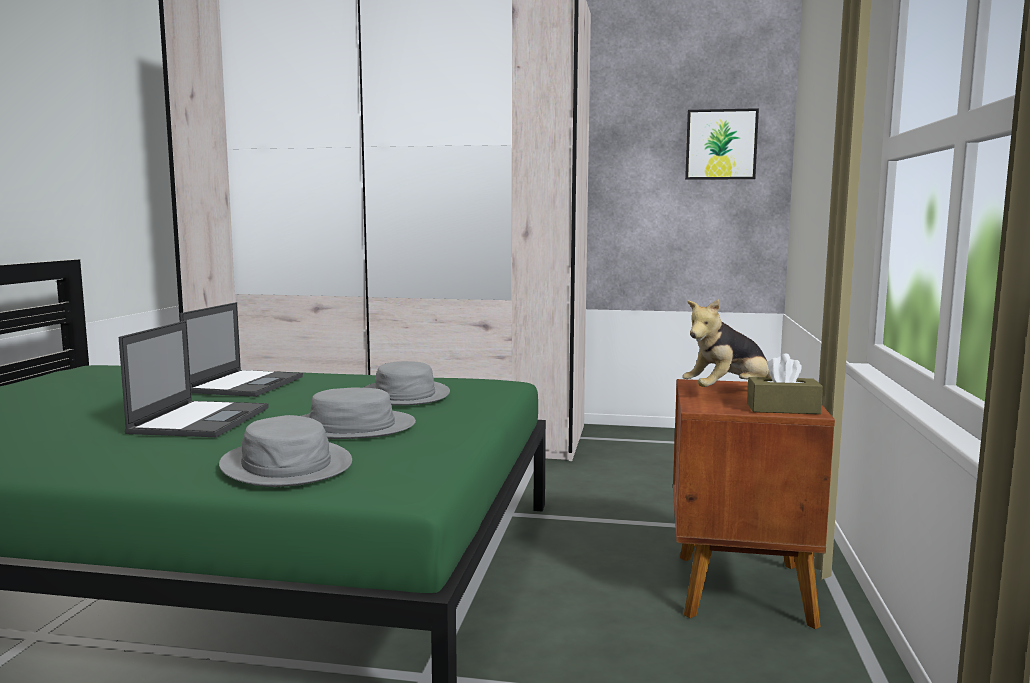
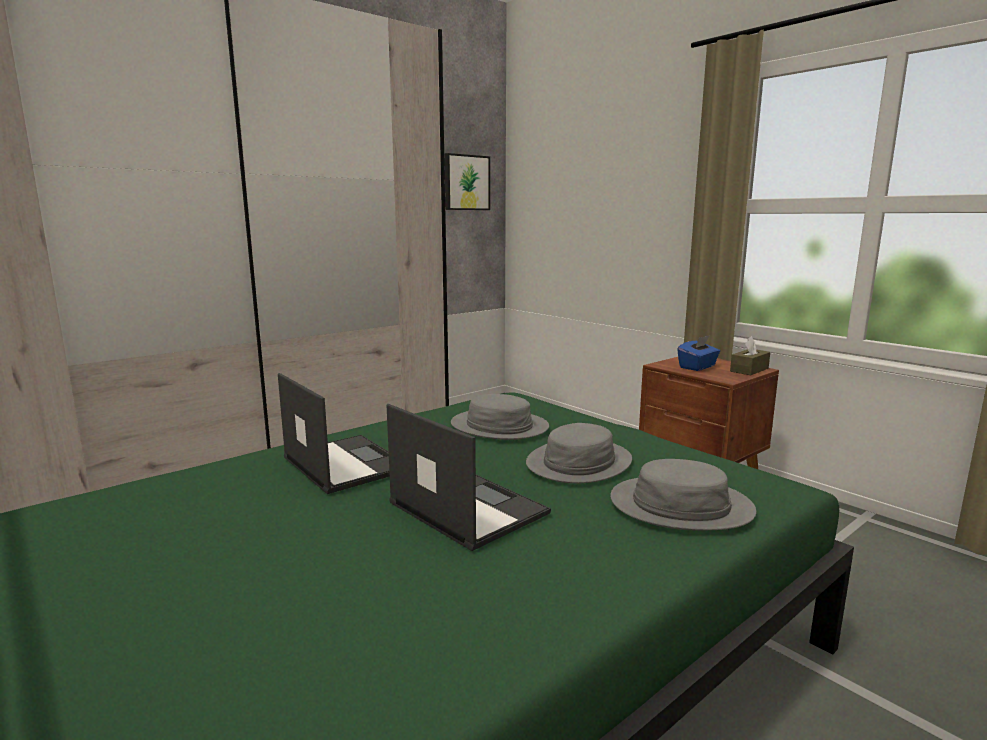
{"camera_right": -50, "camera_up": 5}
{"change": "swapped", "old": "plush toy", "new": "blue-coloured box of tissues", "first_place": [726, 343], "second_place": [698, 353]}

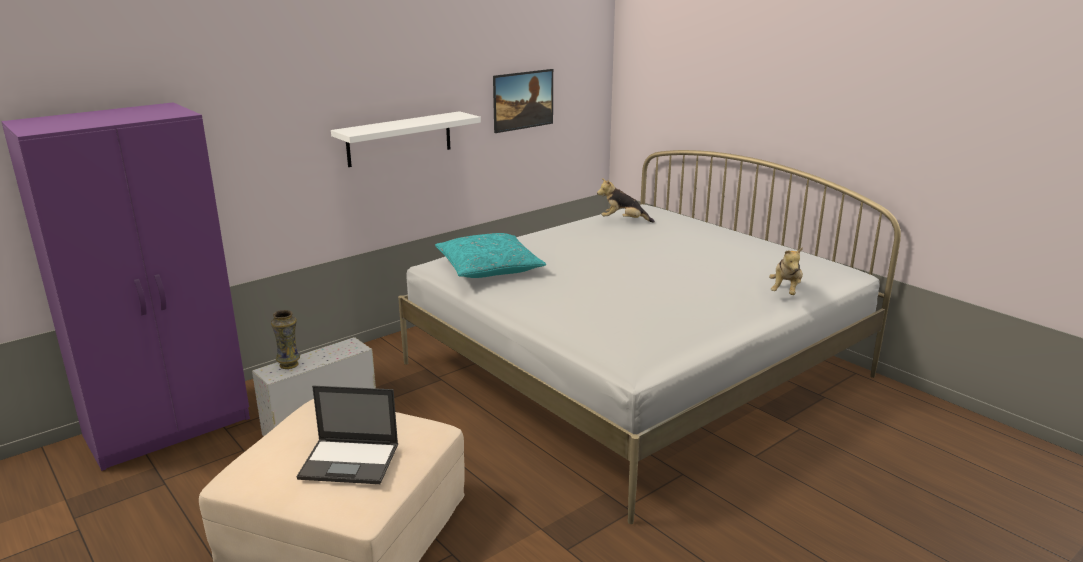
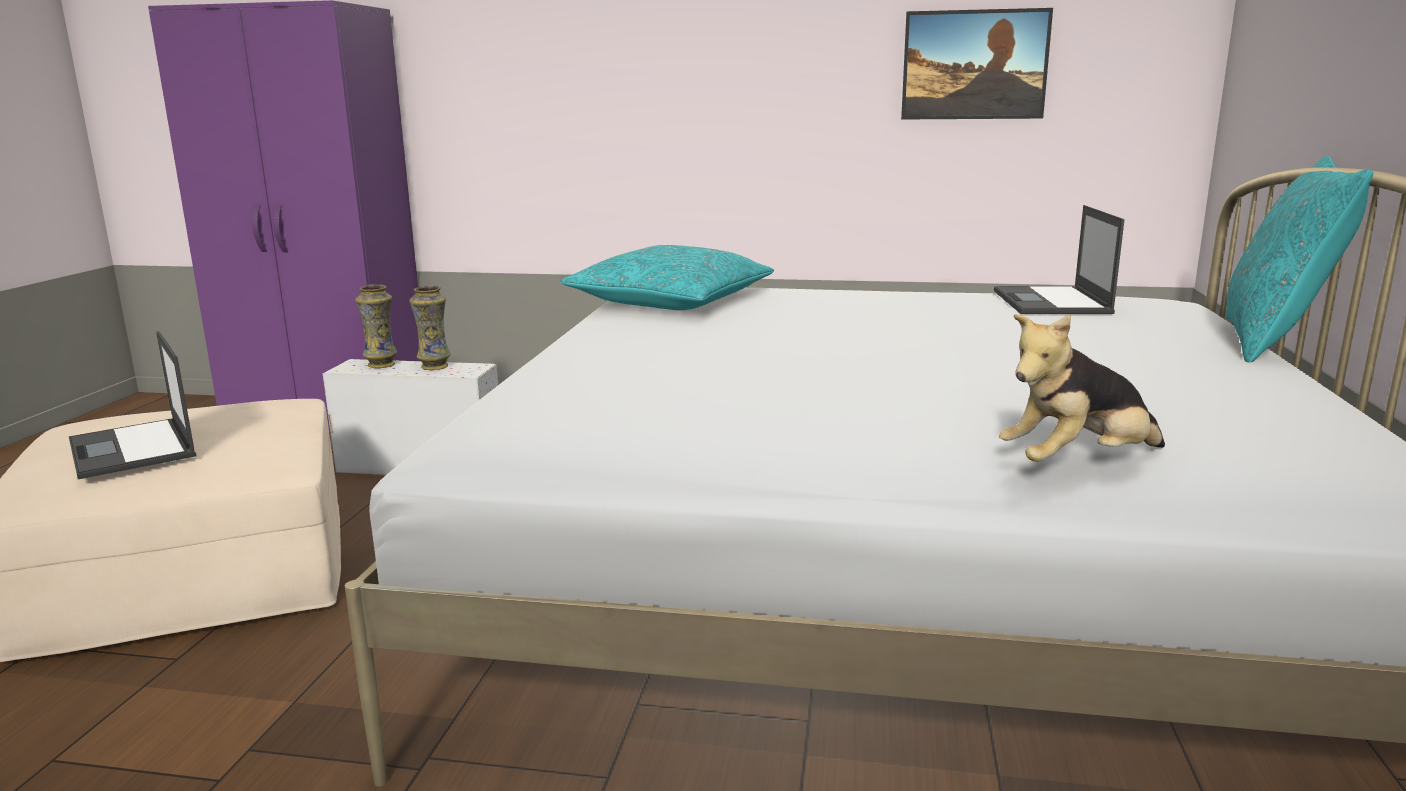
{"camera_right": 50, "camera_up": -5}
{"change": "gone", "old": "whitish bracket shelf", "first_place": [406, 139]}
{"change": "swapped", "old": "plush toy", "new": "portable computer", "first_place": [626, 200], "second_place": [1059, 259]}
{"change": "new", "new": "decorative vase", "second_place": [430, 328]}
{"change": "new", "new": "turquoise throw pillow", "second_place": [1299, 259]}

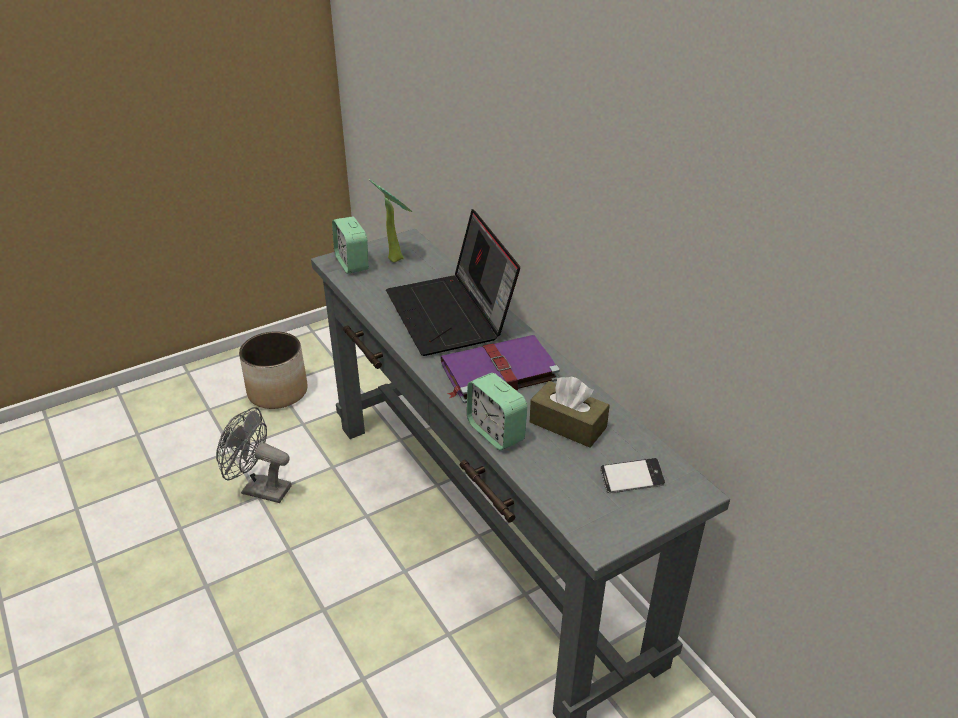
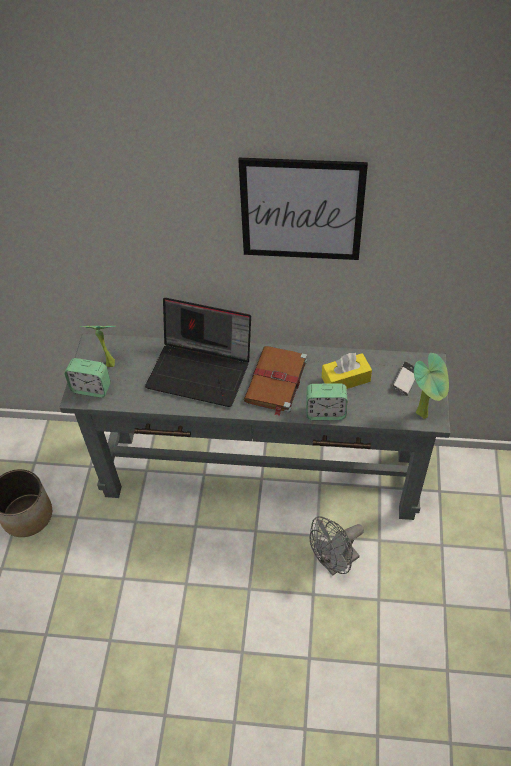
{"camera_right": -50, "camera_up": 15}
{"change": "shifted", "old": "greyish electric fan", "first_place": [253, 455], "second_place": [336, 546]}
{"change": "repainted", "old": "purple book", "new": "brownish book", "first_place": [500, 369], "second_place": [275, 381]}
{"change": "repainted", "old": "brownish box of tissues", "new": "yellowish box of tissues", "first_place": [570, 412], "second_place": [347, 371]}
{"change": "new", "new": "wall picture", "second_place": [303, 209]}
{"change": "new", "new": "potted plant", "second_place": [431, 386]}

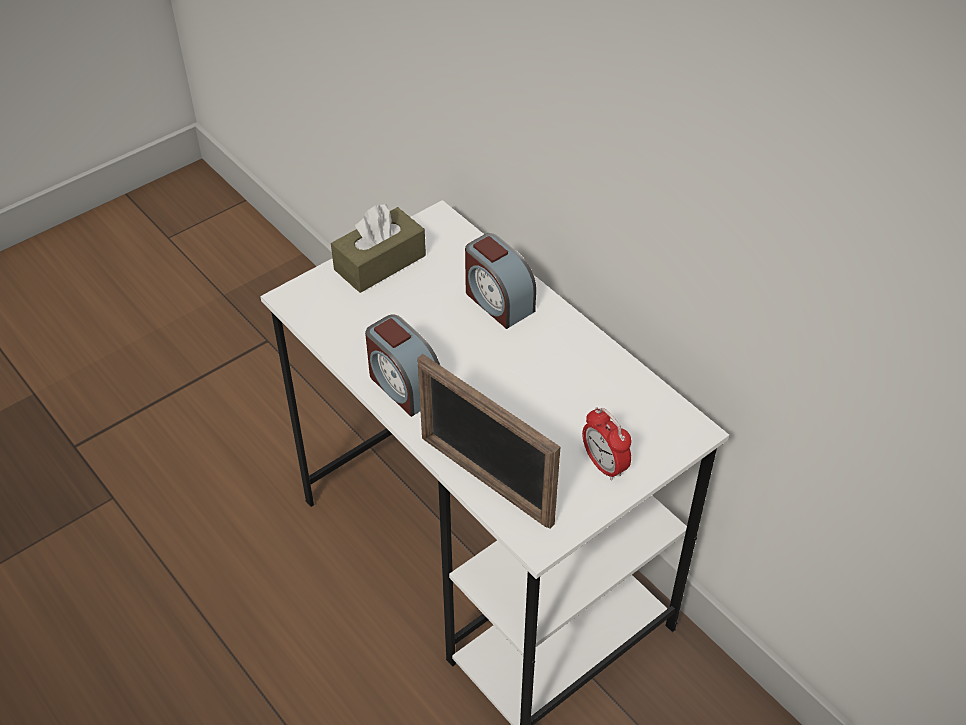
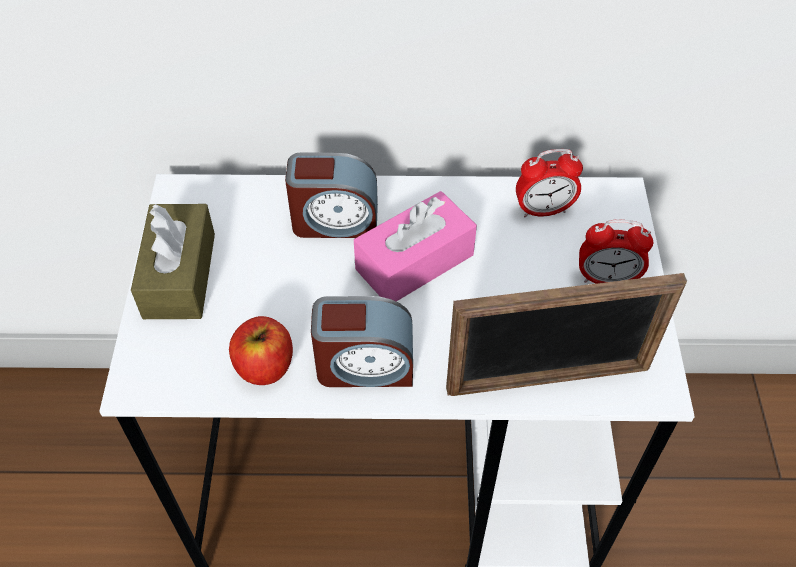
{"camera_right": -50, "camera_up": 5}
{"change": "new", "new": "apple", "second_place": [261, 350]}
{"change": "new", "new": "pink-coloured box of tissues", "second_place": [415, 246]}
{"change": "new", "new": "alarm clock", "second_place": [549, 183]}

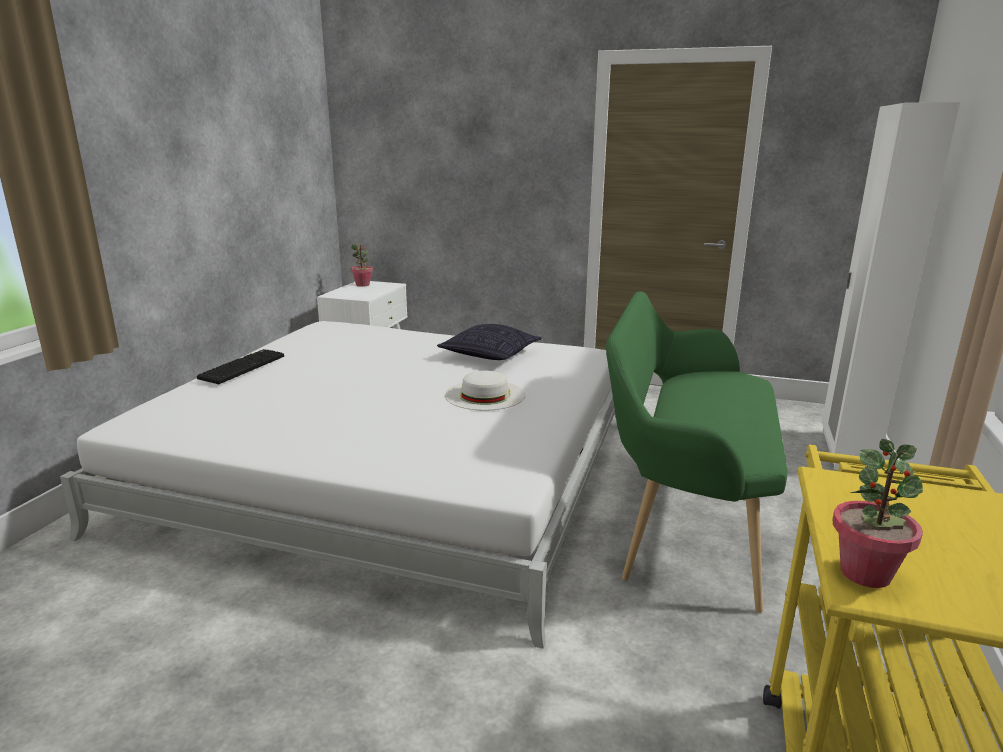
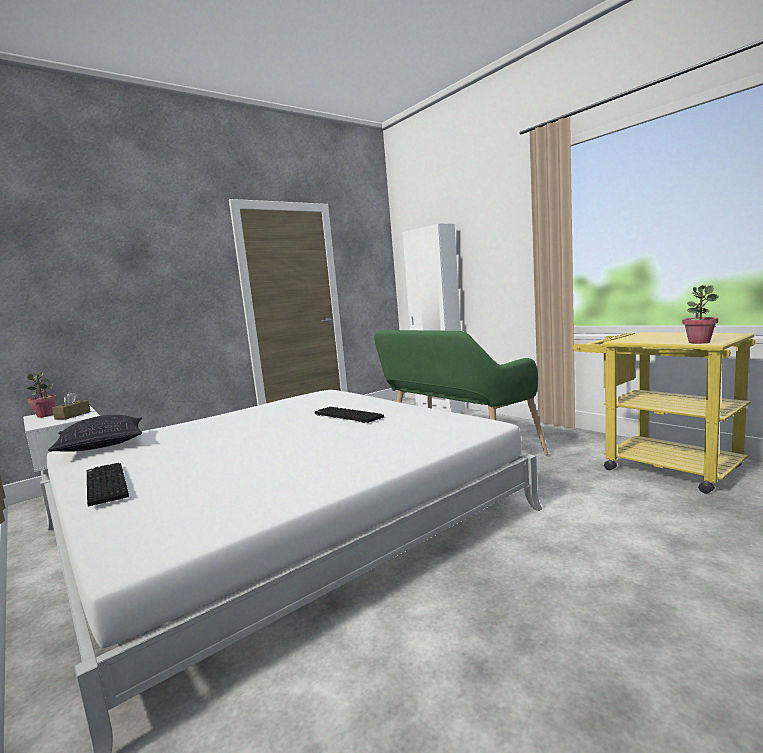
{"camera_right": -55, "camera_up": -10}
{"change": "shifted", "old": "throw pillow", "first_place": [489, 342], "second_place": [95, 433]}
{"change": "swapped", "old": "whitish wearable hat", "new": "keyboard", "first_place": [485, 391], "second_place": [349, 415]}
{"change": "new", "new": "brownish box of tissues", "second_place": [71, 406]}

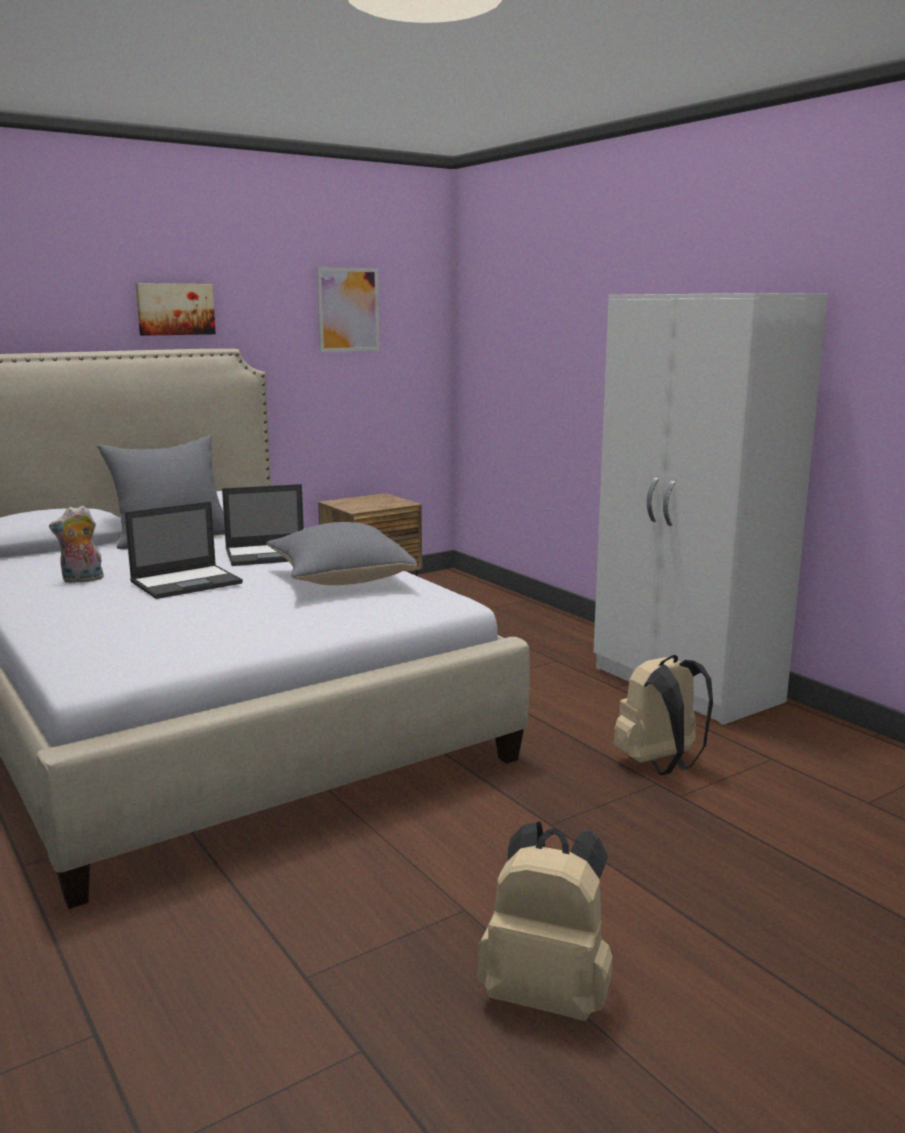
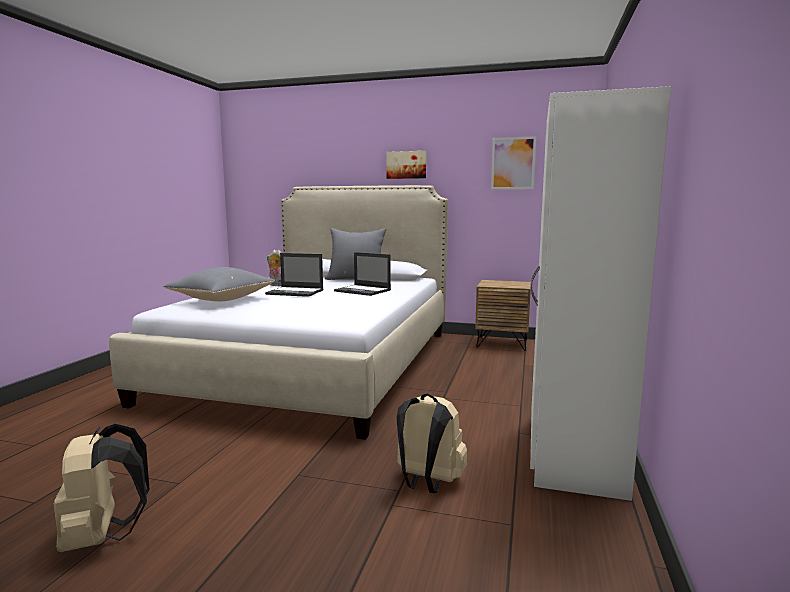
{"camera_right": 50, "camera_up": -5}
{"change": "shifted", "old": "greyish throw pillow", "first_place": [341, 553], "second_place": [219, 284]}

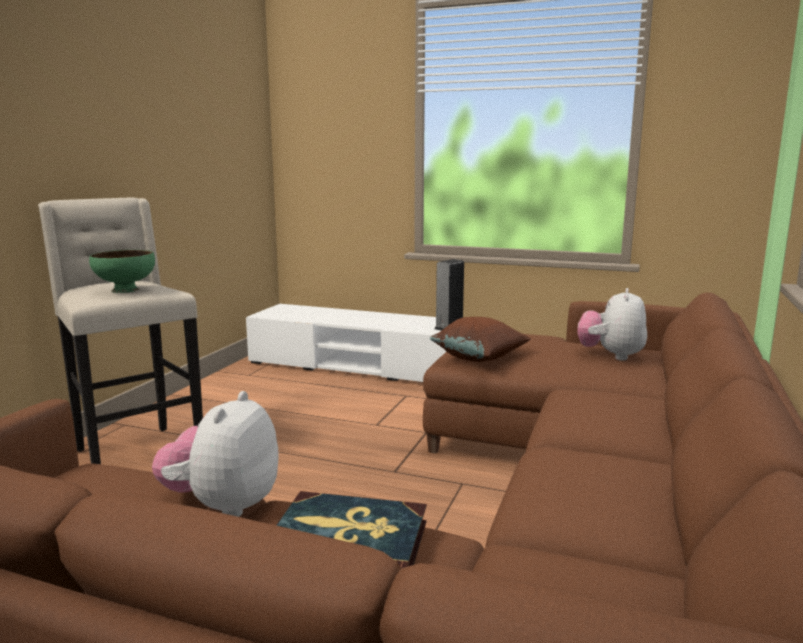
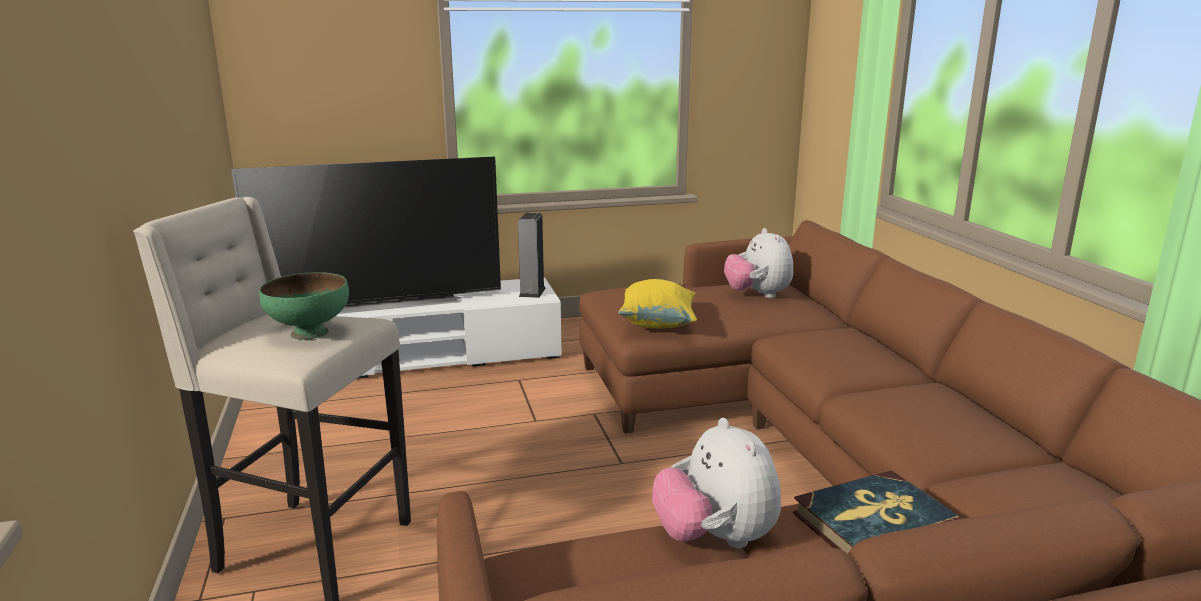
{"camera_right": -35, "camera_up": 5}
{"change": "repainted", "old": "brownish throw pillow", "new": "yellowish throw pillow", "first_place": [480, 339], "second_place": [657, 303]}
{"change": "new", "new": "TV", "second_place": [366, 235]}

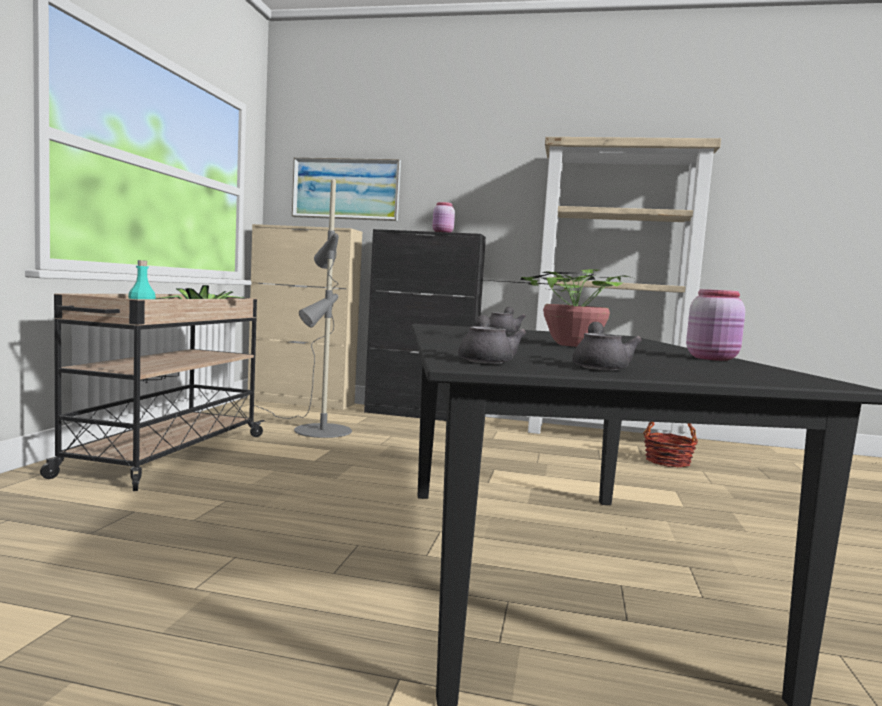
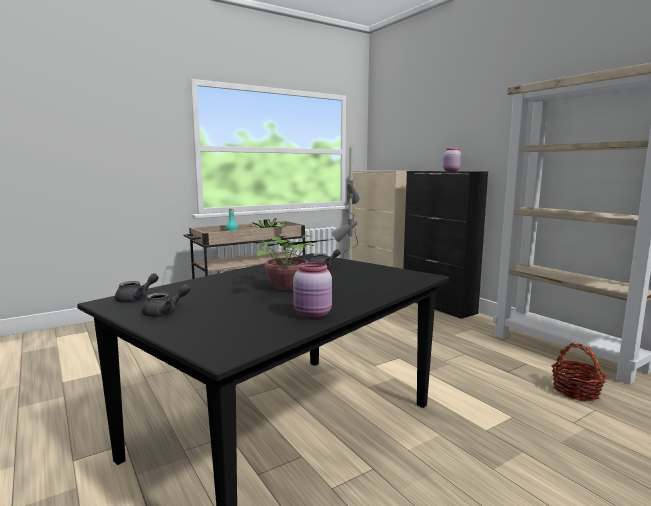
{"camera_right": 45, "camera_up": 5}
{"change": "gone", "old": "wall picture", "first_place": [346, 189]}

